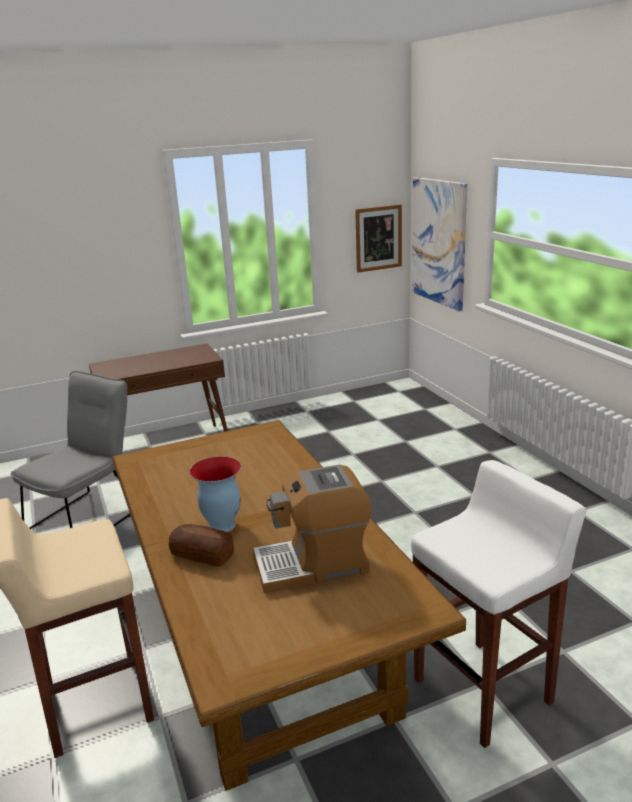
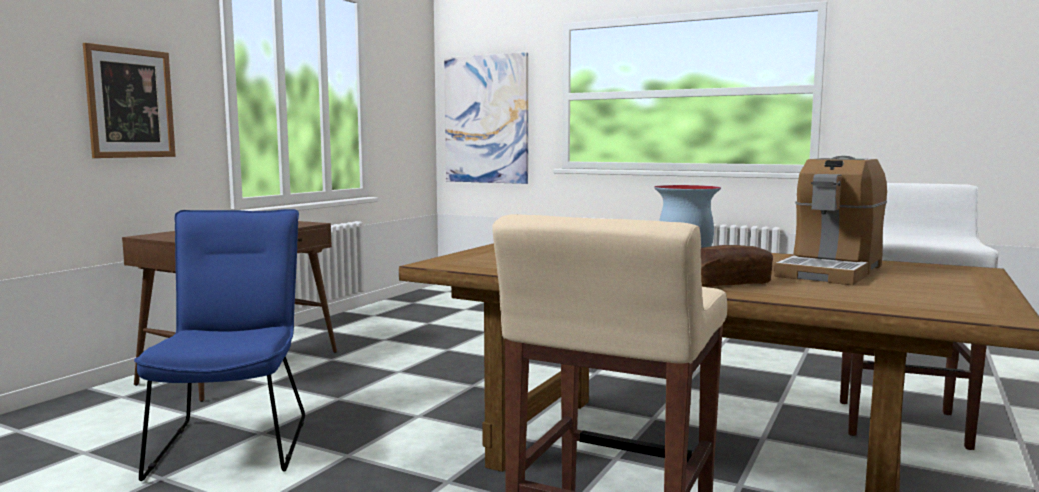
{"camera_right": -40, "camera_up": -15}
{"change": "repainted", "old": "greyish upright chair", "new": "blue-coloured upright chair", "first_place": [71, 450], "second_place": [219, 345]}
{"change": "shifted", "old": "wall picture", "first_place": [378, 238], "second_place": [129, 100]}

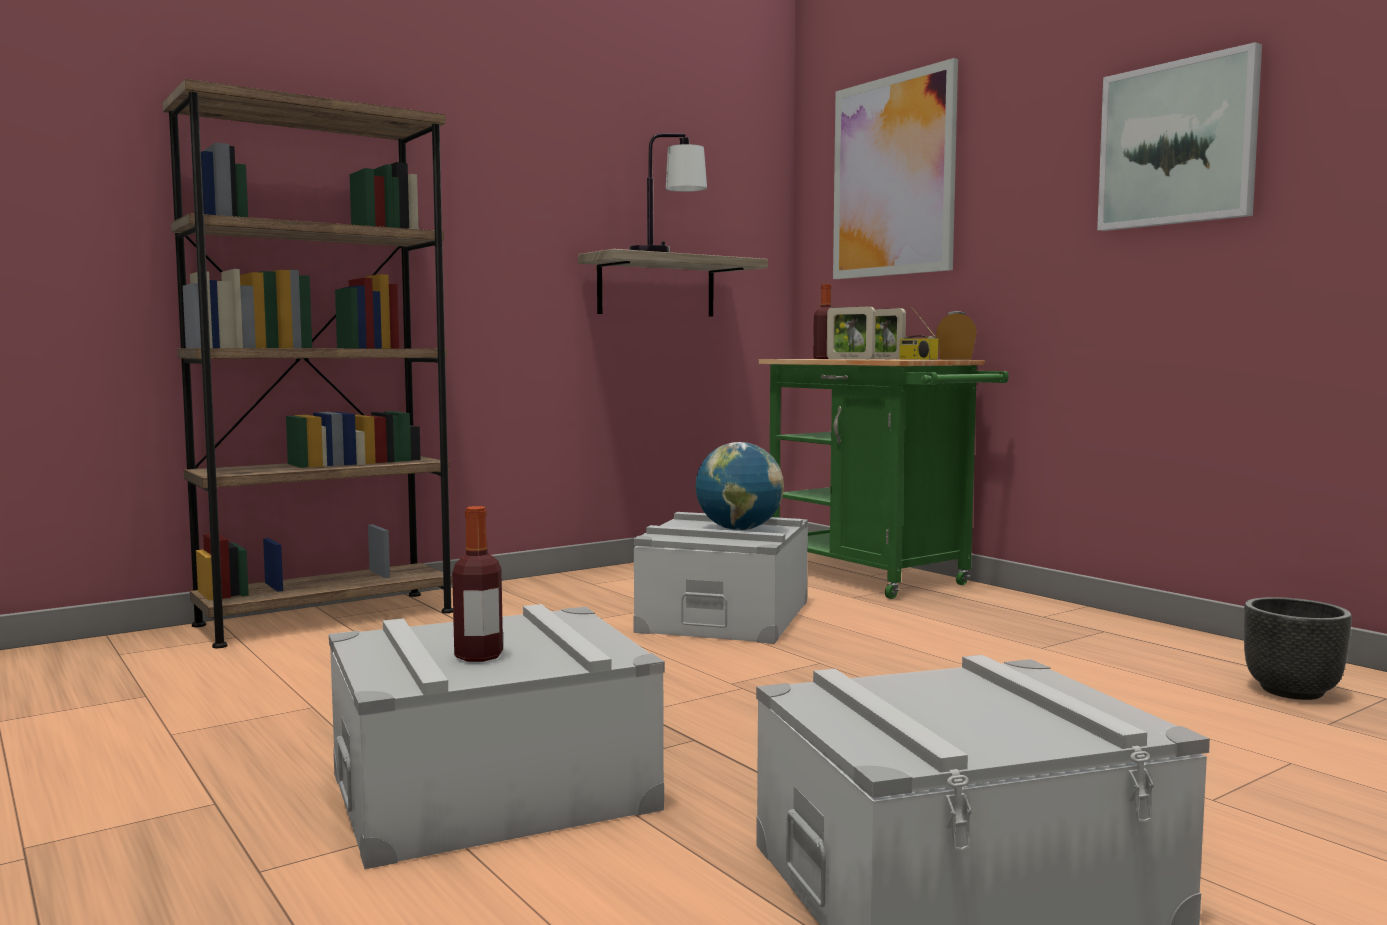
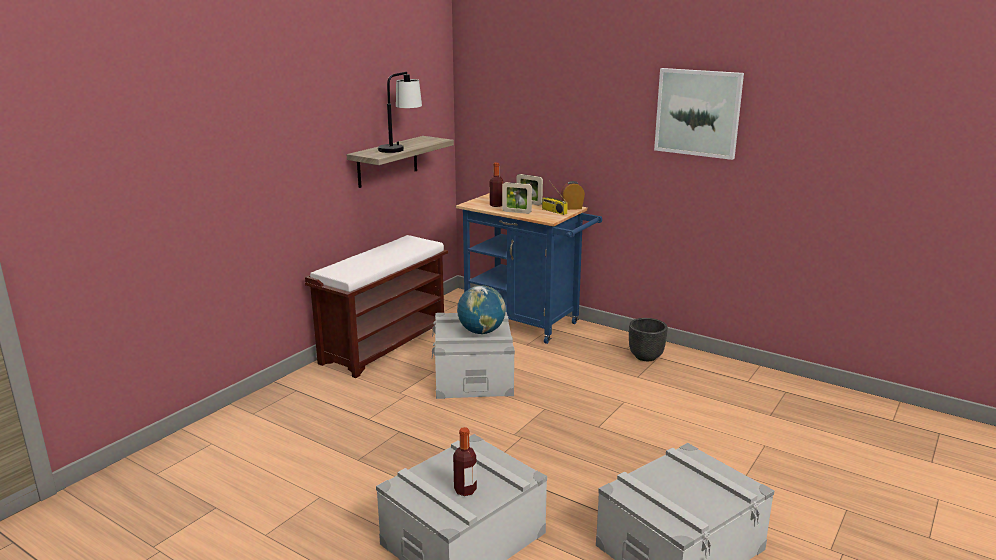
{"camera_right": -20, "camera_up": 15}
{"change": "gone", "old": "brownish bookcase", "first_place": [308, 363]}
{"change": "repainted", "old": "green-coloured trolley", "new": "blue-coloured trolley", "first_place": [884, 479], "second_place": [529, 268]}
{"change": "gone", "old": "wall picture", "first_place": [895, 168]}
{"change": "shifted", "old": "blackish planter", "first_place": [1298, 648], "second_place": [648, 339]}
{"change": "new", "new": "brownish indoor bench", "second_place": [376, 306]}

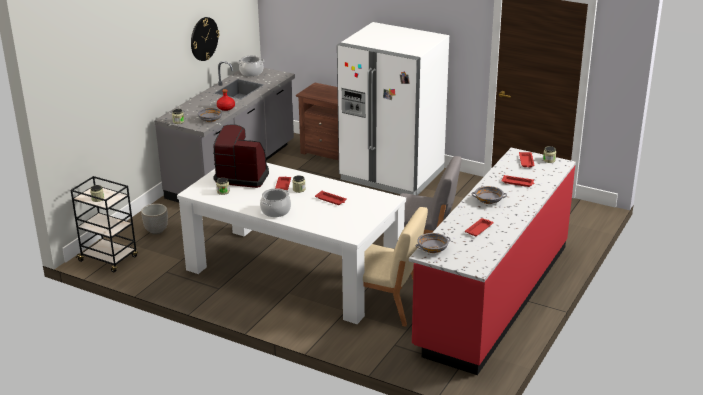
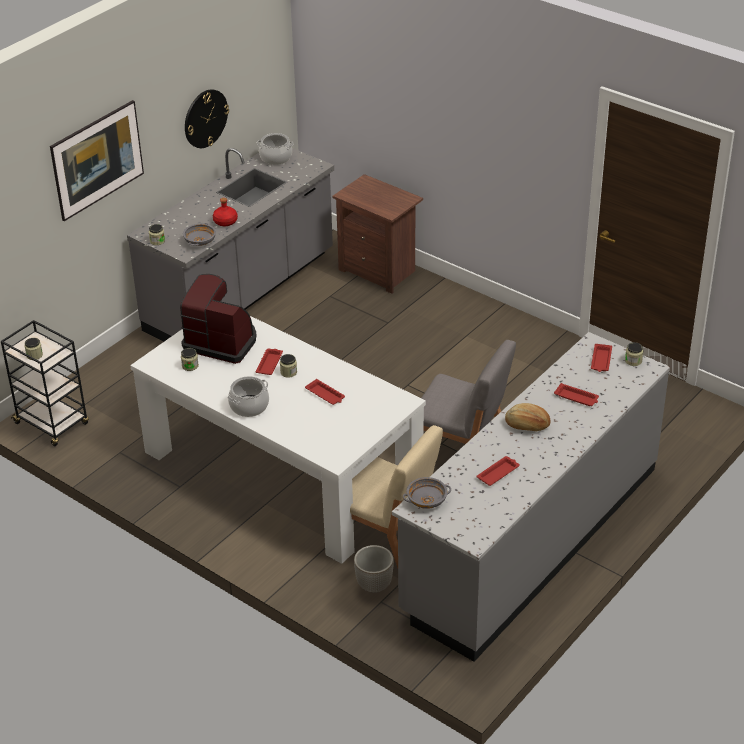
{"camera_right": 10, "camera_up": 10}
{"change": "shifted", "old": "planter", "first_place": [154, 219], "second_place": [374, 569]}
{"change": "gone", "old": "whitish refrigerator", "first_place": [393, 108]}
{"change": "repainted", "old": "red-coloured kitchen counter", "new": "greyish kitchen counter", "first_place": [492, 261], "second_place": [531, 497]}
{"change": "swapped", "old": "greyish deep dish", "new": "baked bread", "first_place": [489, 195], "second_place": [528, 417]}
{"change": "new", "new": "wall picture", "second_place": [97, 160]}

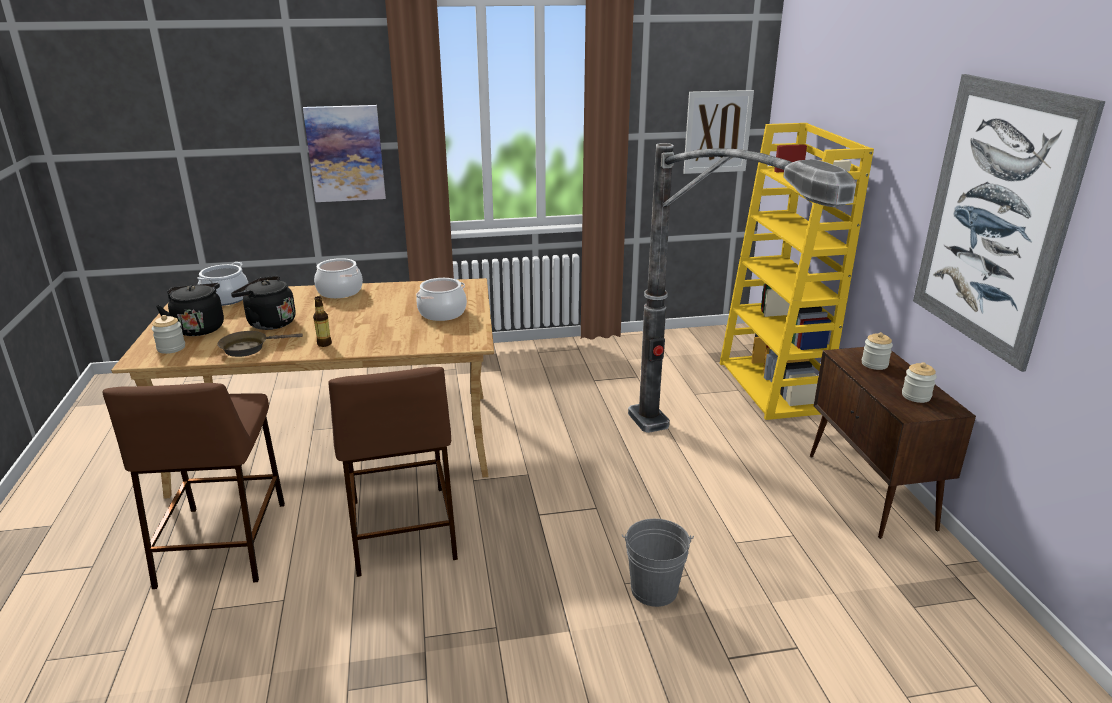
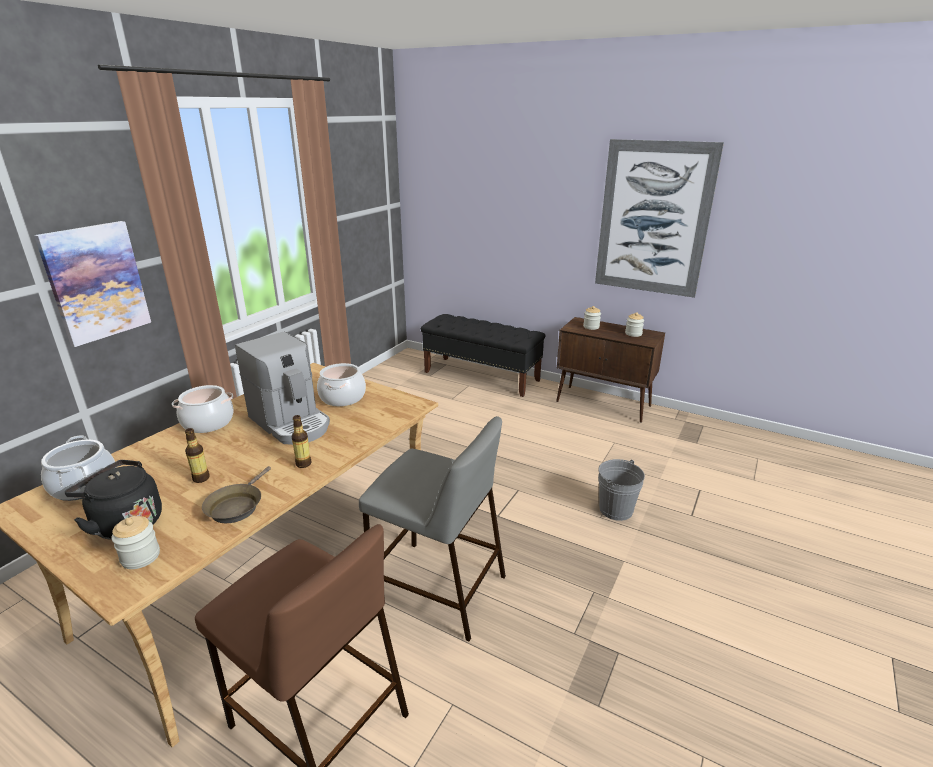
{"camera_right": -50, "camera_up": 0}
{"change": "swapped", "old": "blackish kettle", "new": "beverage bottle", "first_place": [263, 303], "second_place": [197, 455]}
{"change": "repainted", "old": "brownish stool seat", "new": "greyish stool seat", "first_place": [393, 472], "second_place": [432, 528]}
{"change": "gone", "old": "standard lamp", "first_place": [742, 288]}
{"change": "gone", "old": "wall picture", "first_place": [718, 132]}
{"change": "swapped", "old": "yellowish bookcase", "new": "blackish indoor bench", "first_place": [796, 271], "second_place": [483, 355]}
{"change": "new", "new": "coffee machine", "second_place": [282, 388]}

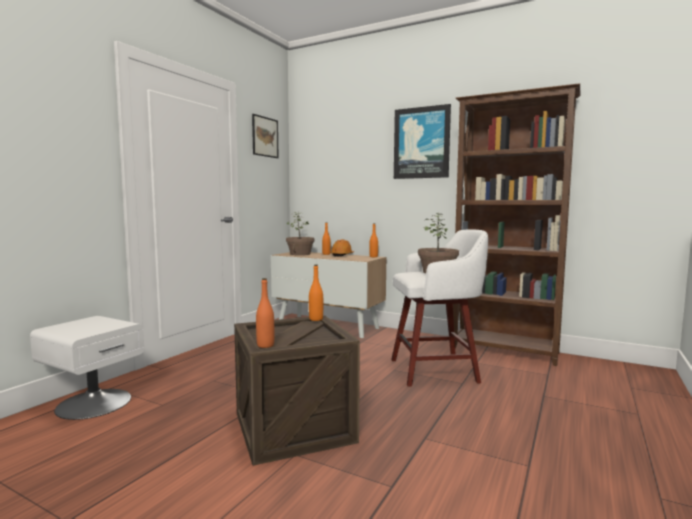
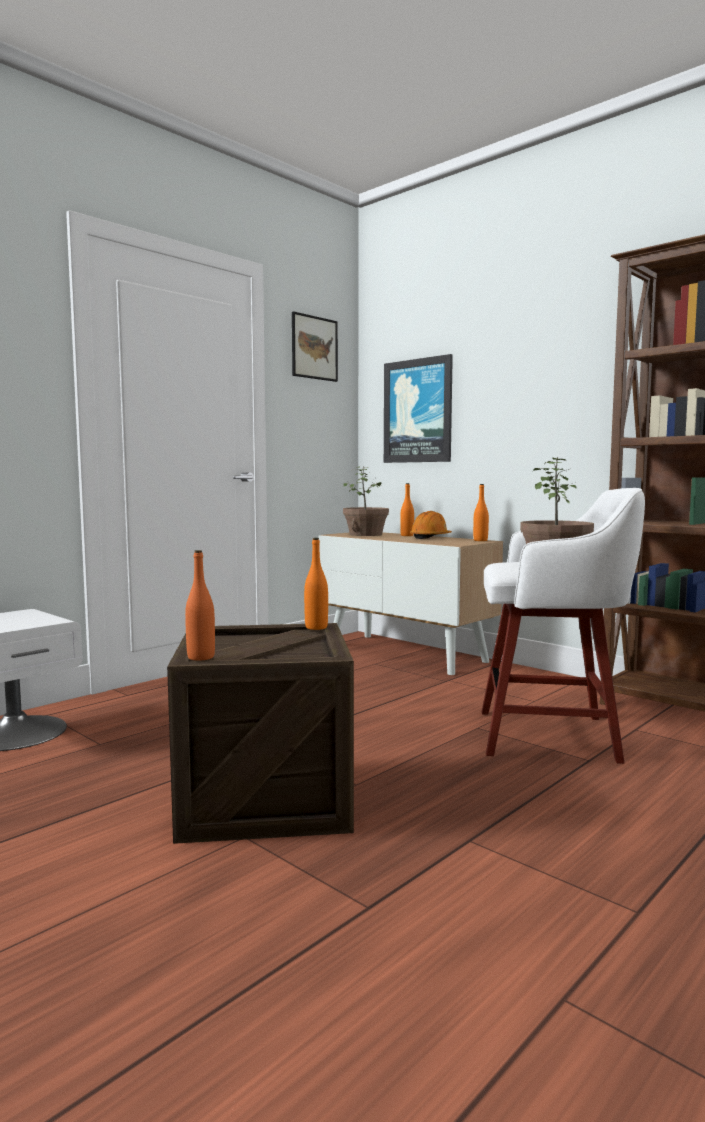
{"camera_right": 15, "camera_up": 0}
{"change": "shifted", "old": "wall picture", "first_place": [422, 141], "second_place": [418, 408]}

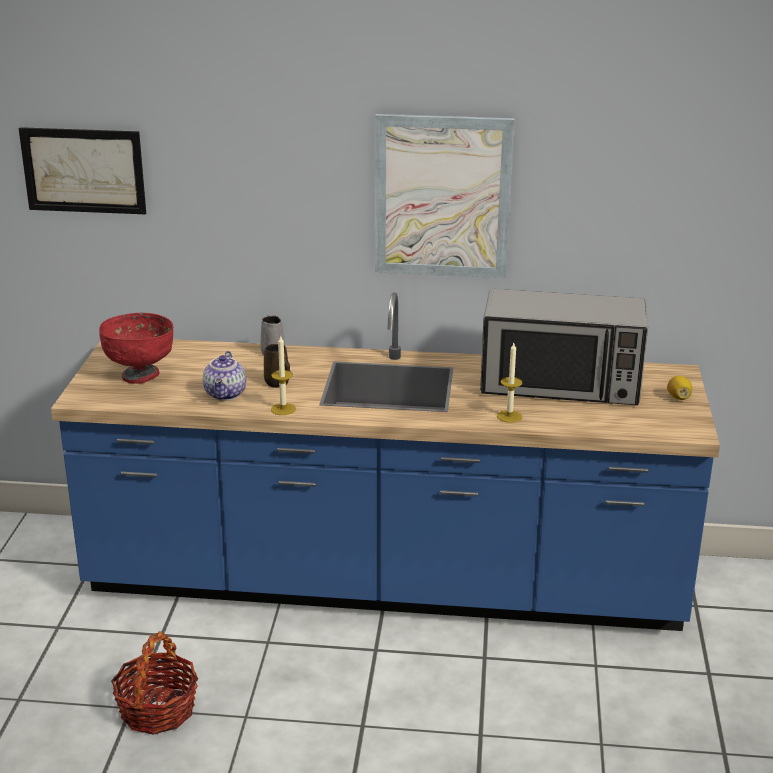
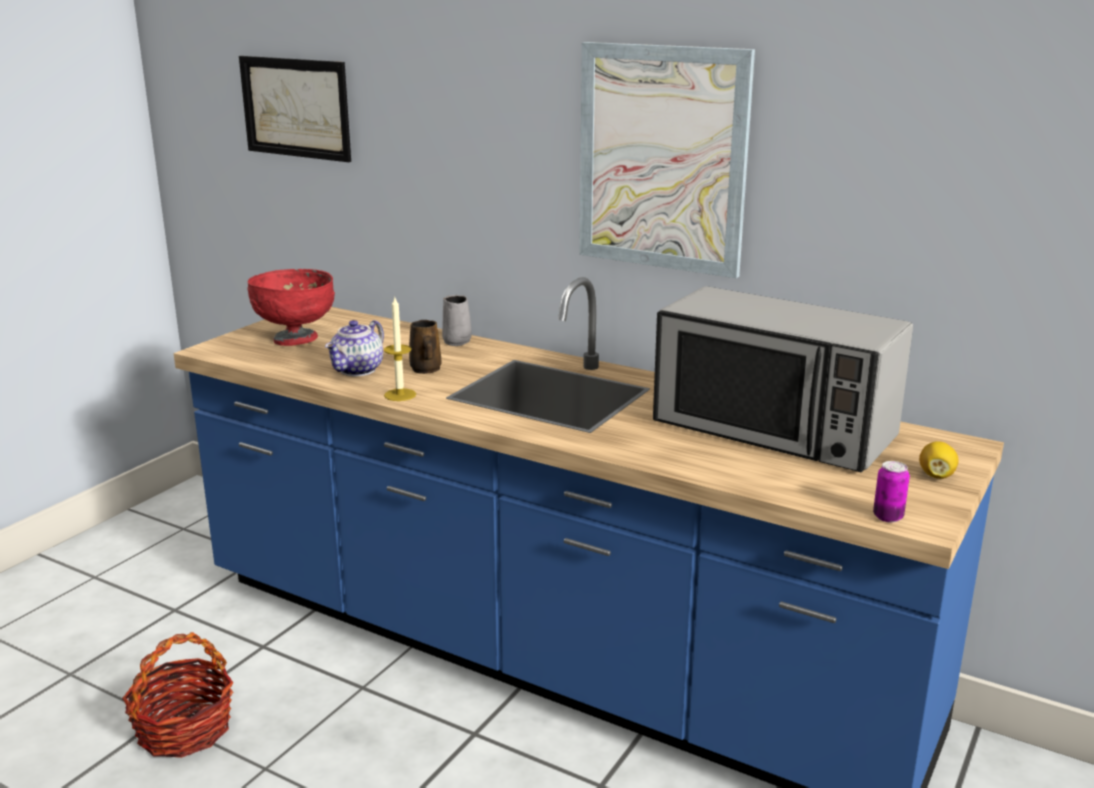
{"camera_right": 25, "camera_up": -5}
{"change": "gone", "old": "wax candle", "first_place": [510, 383]}
{"change": "new", "new": "metal can", "second_place": [891, 492]}

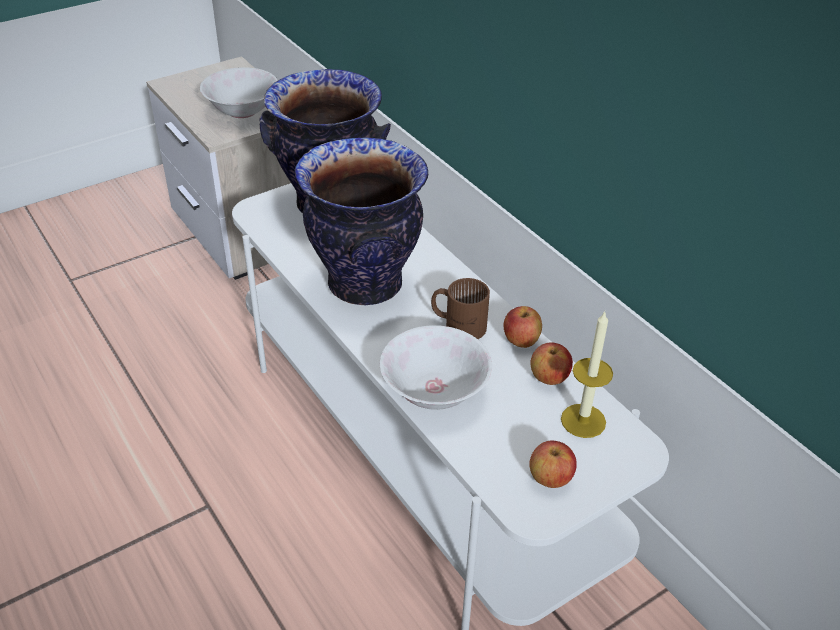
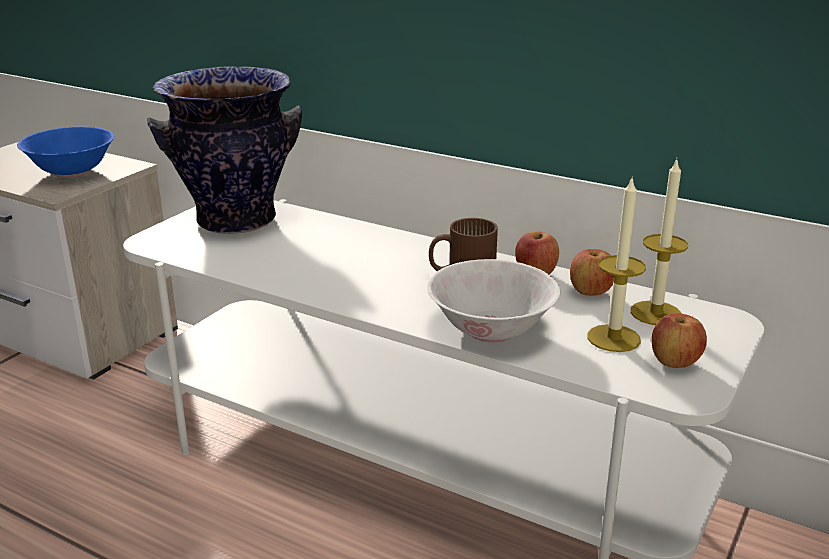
{"camera_right": -25, "camera_up": -15}
{"change": "repainted", "old": "whitish deep dish", "new": "blue-coloured deep dish", "first_place": [239, 92], "second_place": [65, 152]}
{"change": "gone", "old": "decorative vase", "first_place": [361, 221]}
{"change": "new", "new": "wax candle", "second_place": [616, 264]}

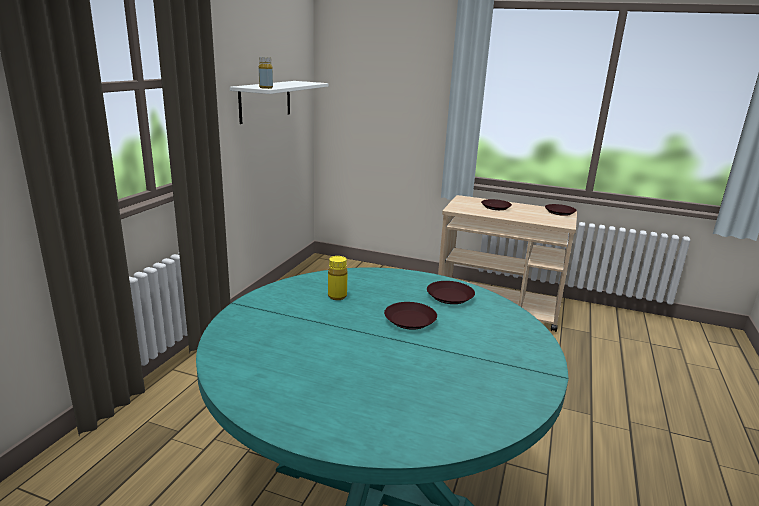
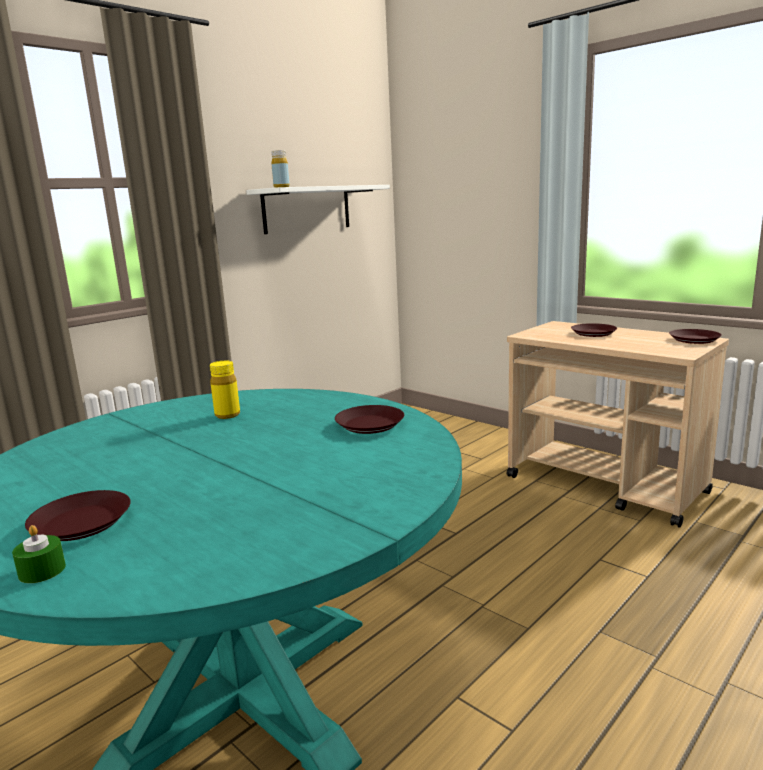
{"camera_right": 25, "camera_up": -5}
{"change": "shifted", "old": "brownish plate", "first_place": [410, 316], "second_place": [78, 515]}
{"change": "new", "new": "green-coloured wax candle", "second_place": [39, 554]}

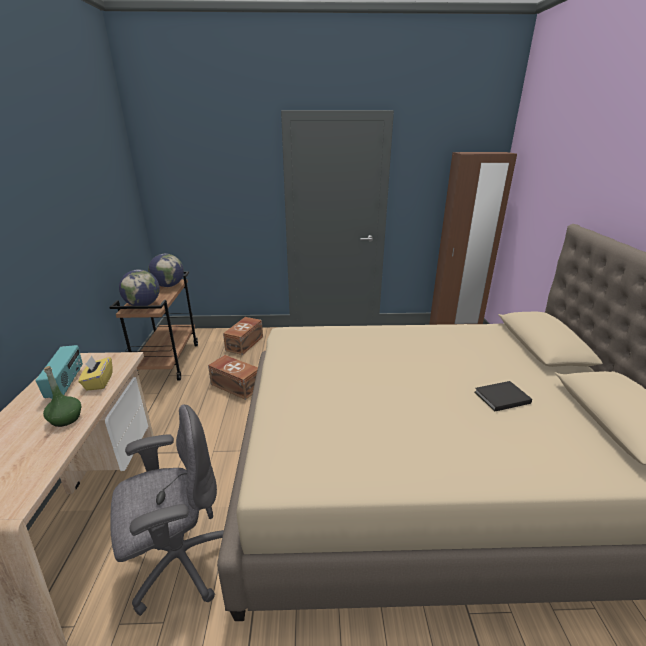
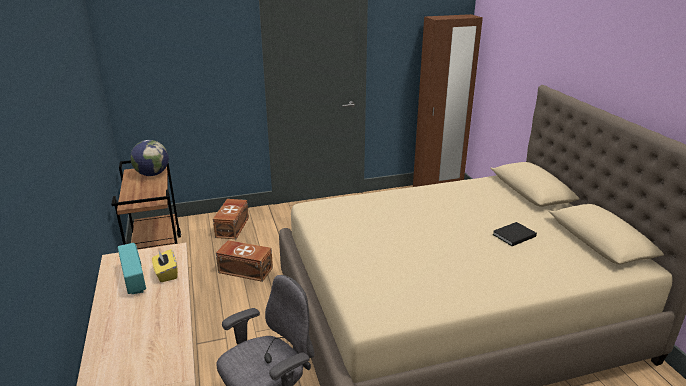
{"camera_right": -15, "camera_up": 0}
{"change": "gone", "old": "green-coloured beverage bottle", "first_place": [62, 396]}
{"change": "gone", "old": "desk globe", "first_place": [139, 287]}

